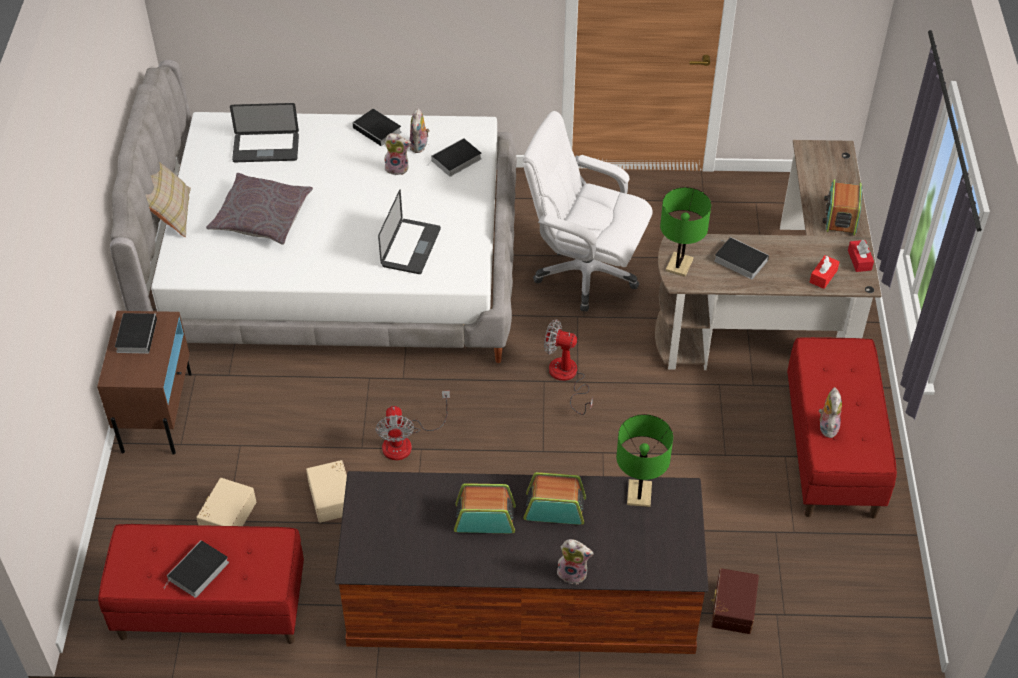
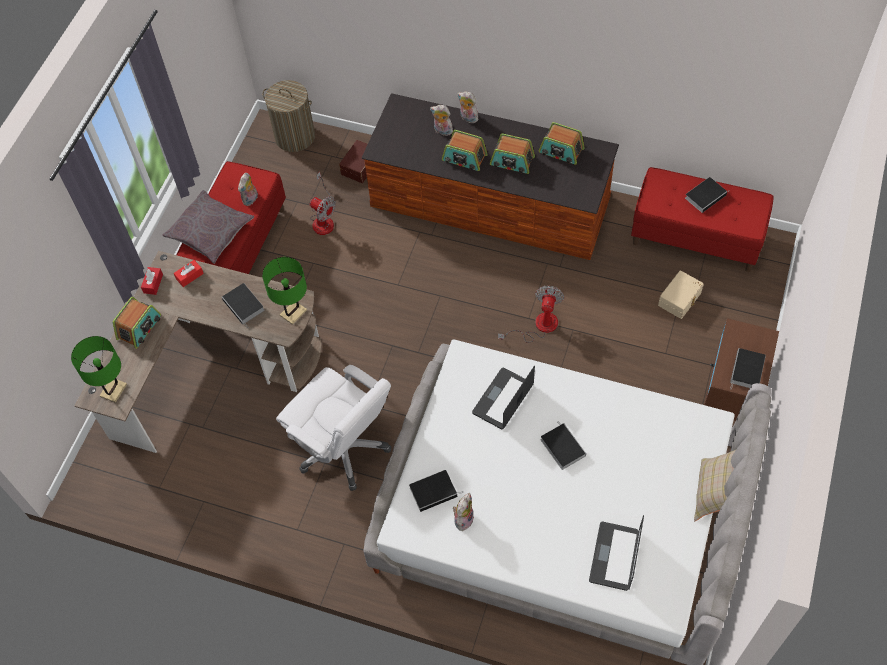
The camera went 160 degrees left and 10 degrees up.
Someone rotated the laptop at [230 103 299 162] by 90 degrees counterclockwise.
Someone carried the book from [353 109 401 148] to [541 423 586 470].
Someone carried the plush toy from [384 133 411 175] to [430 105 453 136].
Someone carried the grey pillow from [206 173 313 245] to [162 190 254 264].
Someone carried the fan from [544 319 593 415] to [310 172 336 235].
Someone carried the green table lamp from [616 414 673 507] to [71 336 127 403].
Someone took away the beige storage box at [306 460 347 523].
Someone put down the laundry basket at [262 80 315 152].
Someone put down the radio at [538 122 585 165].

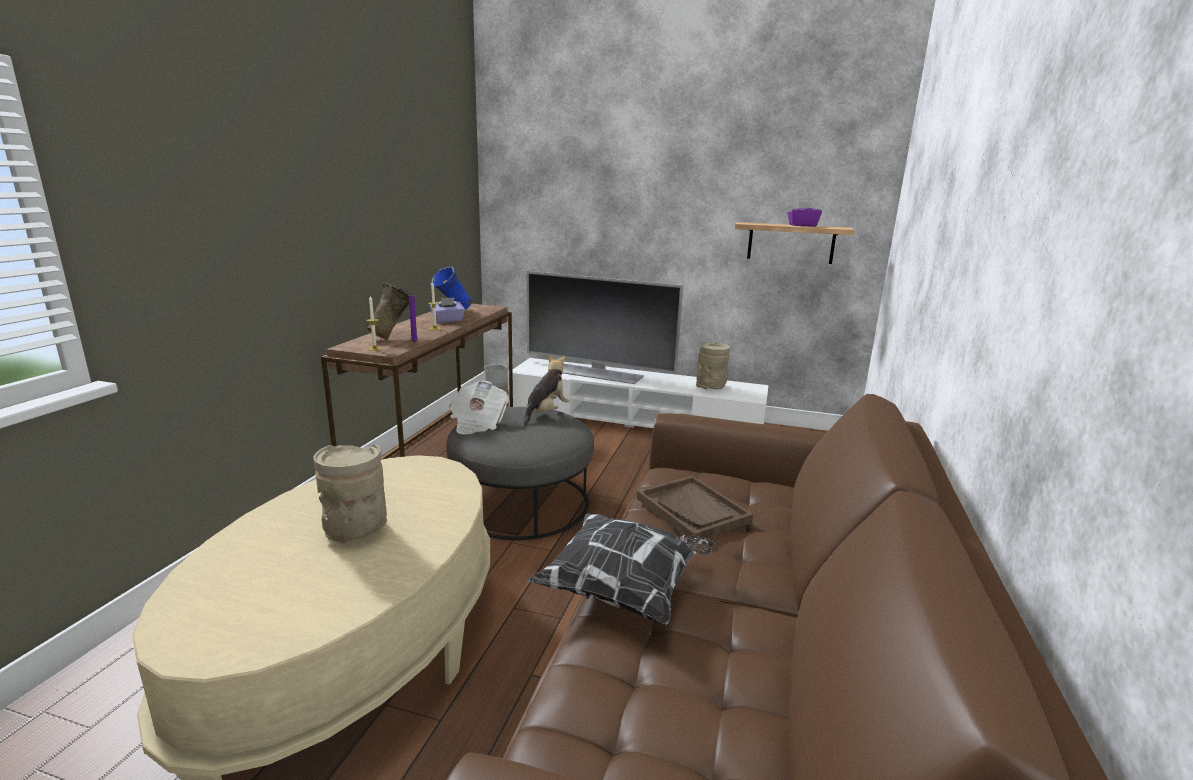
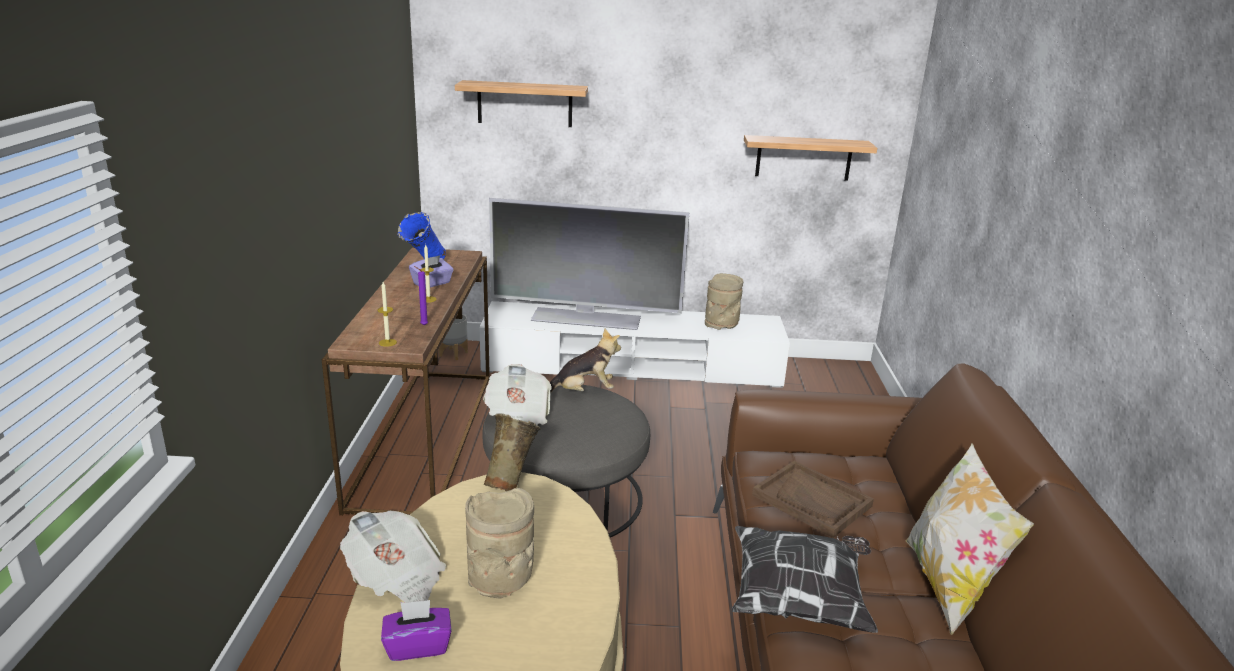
The camera went 15 degrees left and 5 degrees up.
Someone carried the purple tissue box from [787 202 822 227] to [381 600 452 661].
Someone carried the beige vase from [367 283 409 339] to [484 414 541 491].
Someone rotated the plush toy at [524 355 569 425] by 60 degrees clockwise.
Someone put up the shelf at [455 80 588 127].
Someone put down the pillow at [906 443 1034 635].
Someone put down the newspaper at [340 511 446 603].

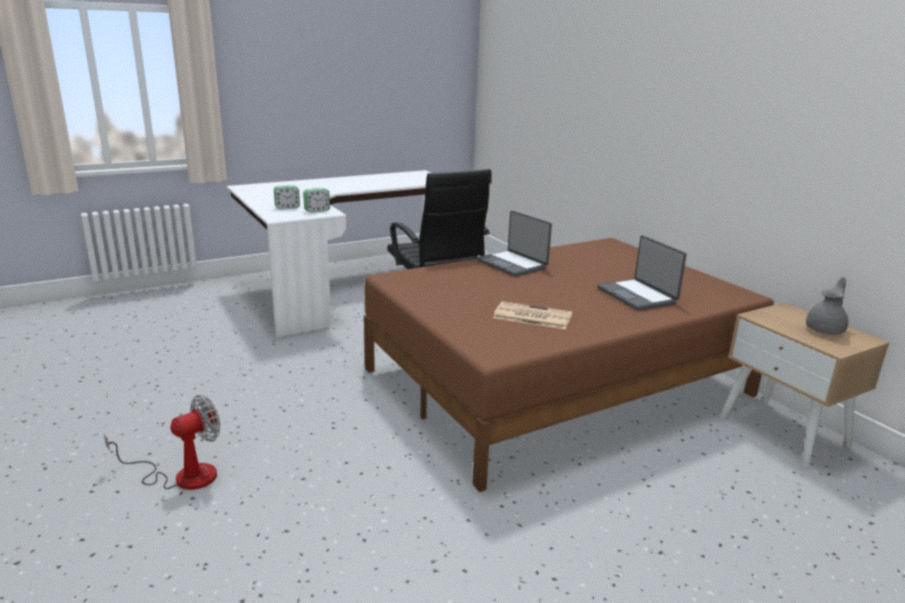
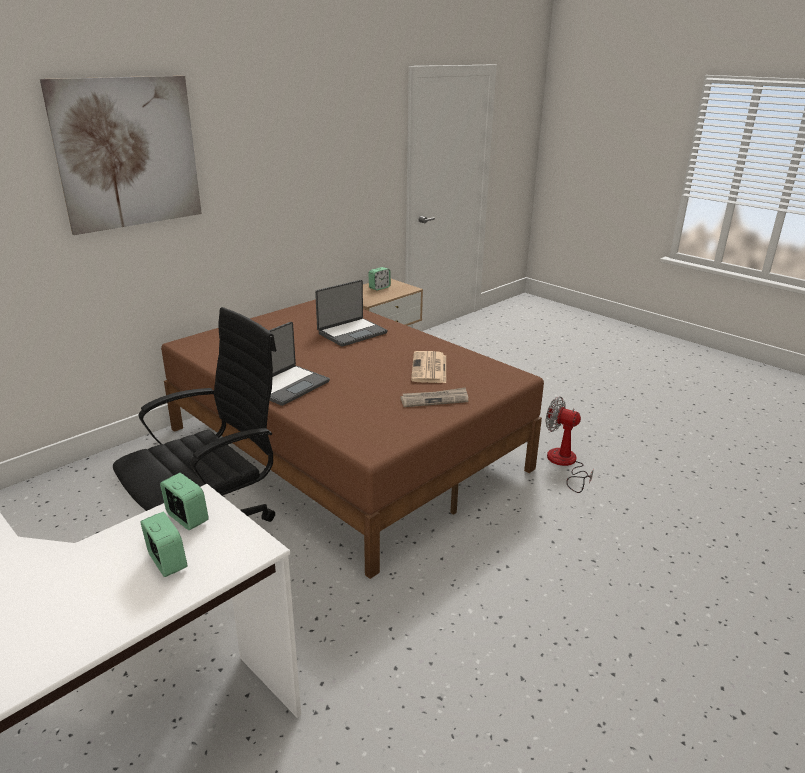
The camera went 105 degrees left and 5 degrees up.
Someone swapped the grey teapot at [806 277 848 334] for the alarm clock at [368 267 391 290].
Someone carried the fan from [104 395 220 490] to [546 397 594 493].
Someone put up the picture at [40 76 202 235].
Someone put down the newspaper at [400 387 468 407].

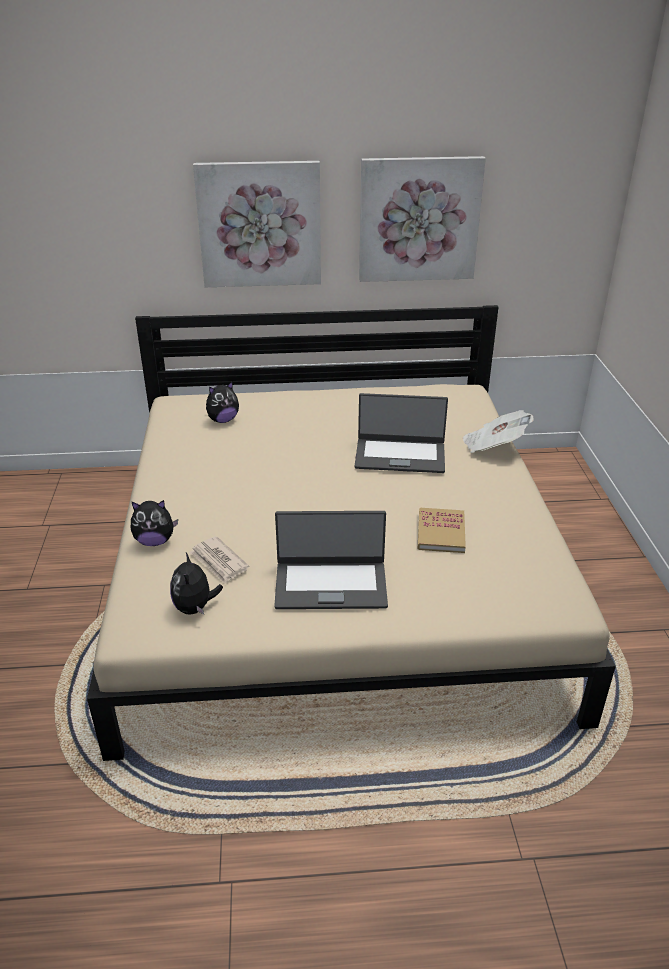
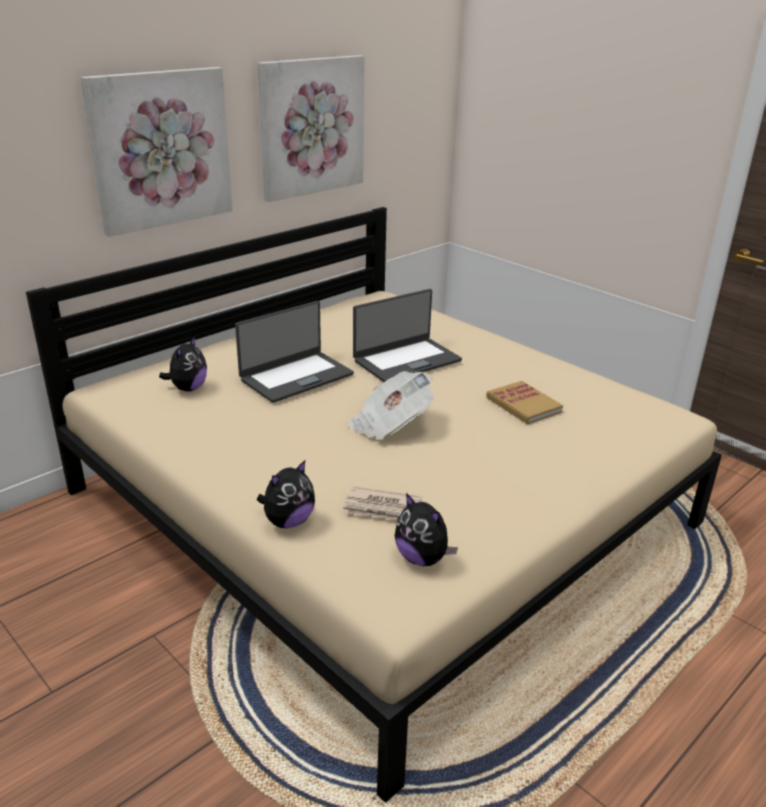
The camera went 40 degrees left and 5 degrees down.
Someone carried the newspaper from [463 410 534 453] to [348 371 434 440].
Someone carried the laptop from [274 511 388 609] to [235 301 354 403].

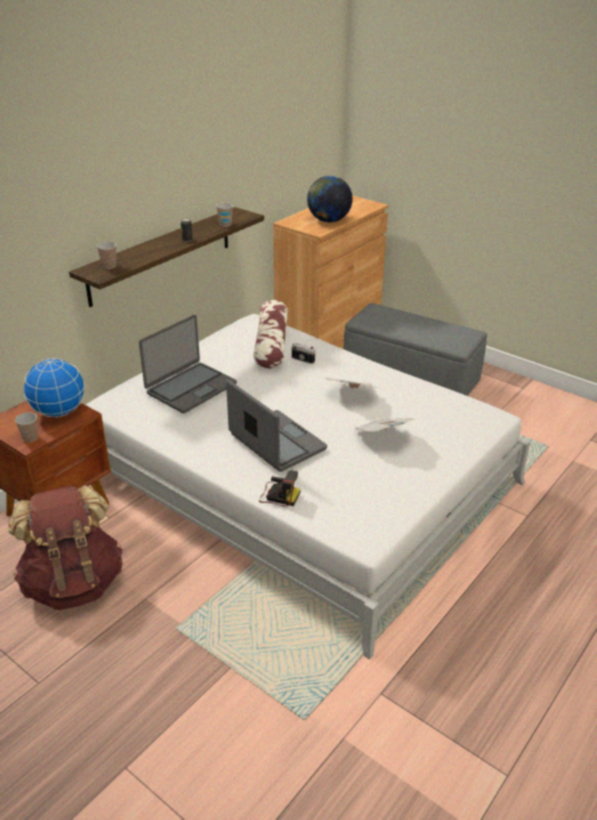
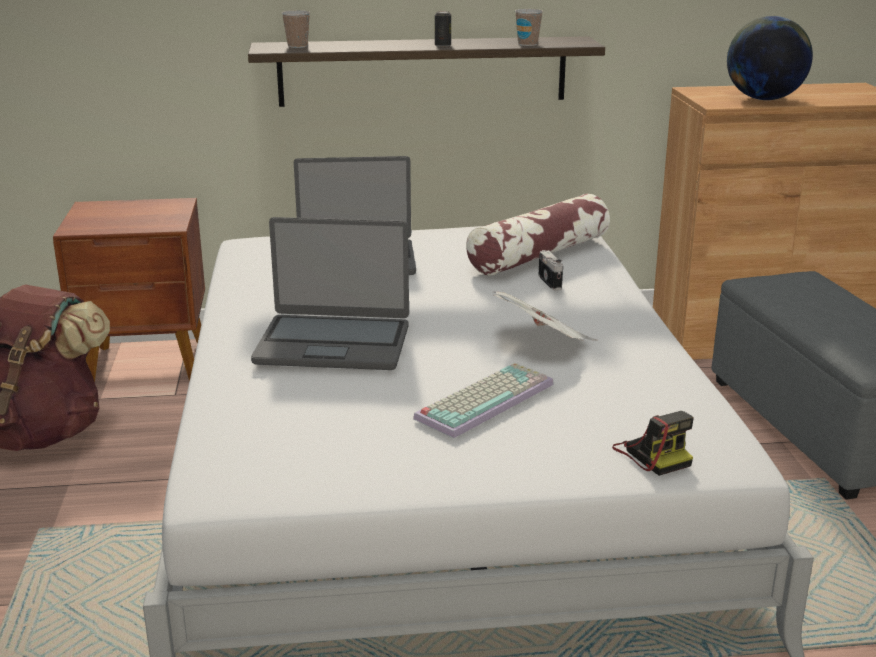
The camera went 45 degrees right and 10 degrees down.
Someone took away the globe at [23 358 85 417].
Someone rotated the laptop at [226 380 327 472] by 90 degrees clockwise.
Someone took away the cup at [15 412 38 442].
Someone swapped the newspaper at [356 418 414 432] for the keyboard at [413 363 554 438].
Someone carried the photo camera from [259 470 301 507] to [612 411 694 476].

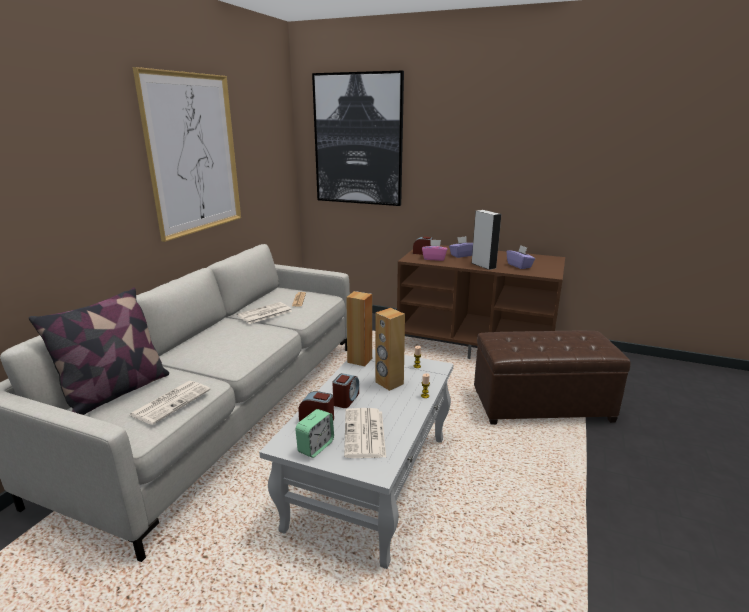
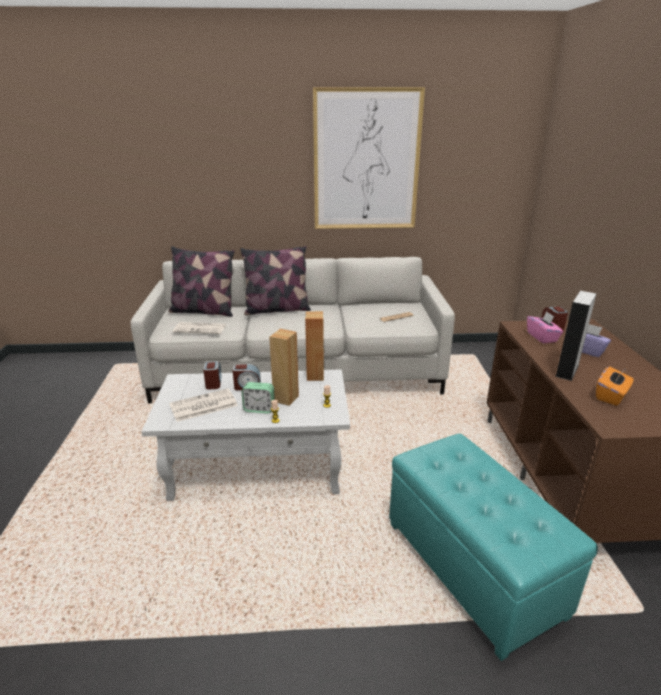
The camera went 65 degrees right and 5 degrees up.
Someone took away the picture at [312 70 404 206].
Someone repainted the purple tissue box at [507 245 535 269], which became the orange tissue box at [596 367 634 406].
Someone took away the newspaper at [237 302 292 324].
Someone repainted the brown ottoman at [474 331 630 425], which became the turquoise ottoman at [389 434 598 661].
Someone carried the alarm clock from [295 409 334 458] to [242 382 275 414].
Someone put down the pillow at [240 246 311 315].

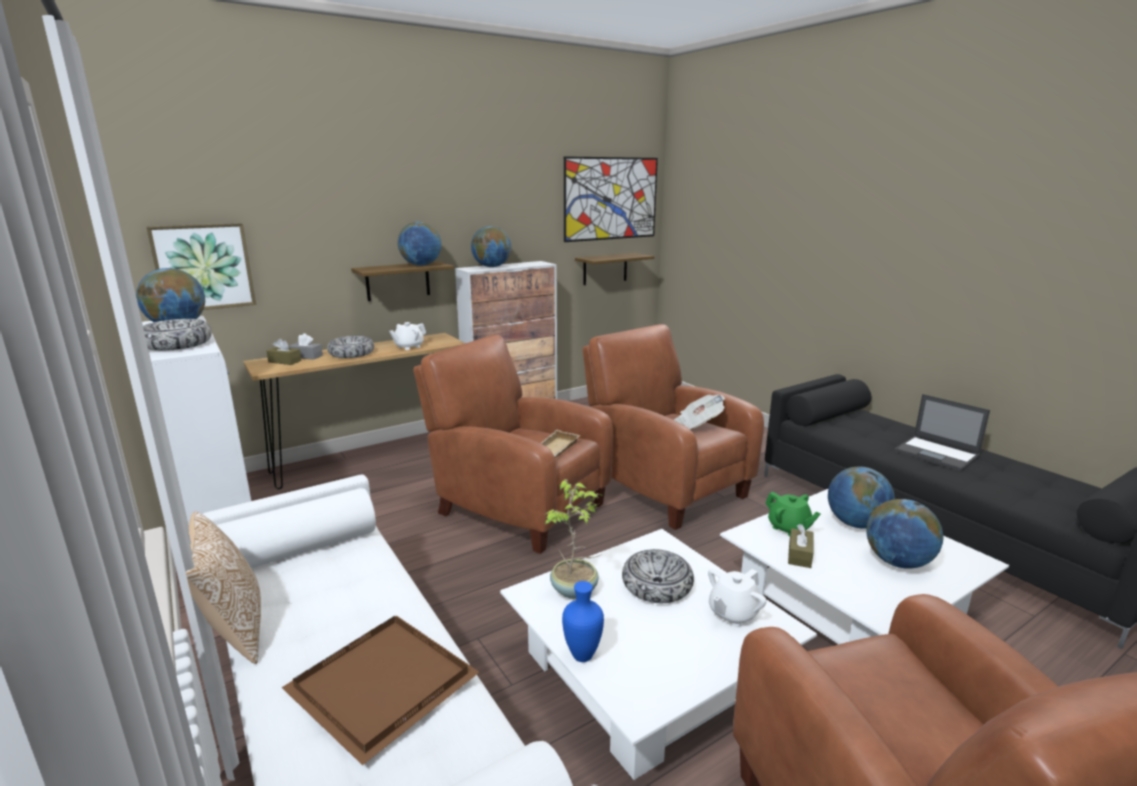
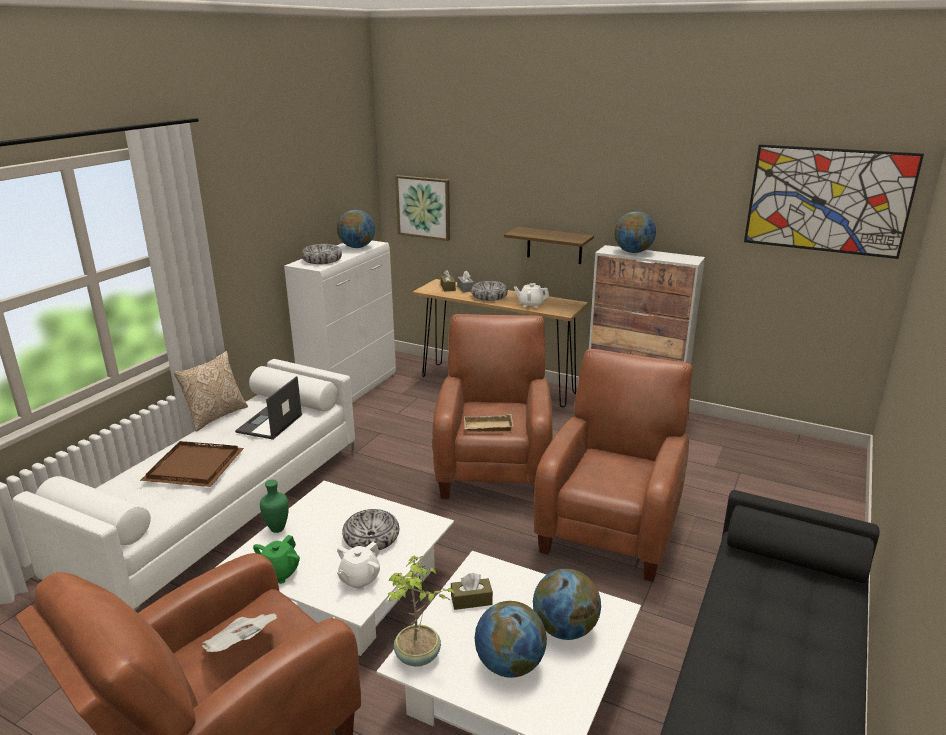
The camera went 60 degrees right and 5 degrees up.
Someone took away the globe at [398 222 442 266].
Someone took away the shelf at [575 253 655 285].
Someone carried the laptop from [894 394 990 471] to [235 376 302 440].
Someone carried the newspaper from [674 395 725 429] to [202 613 277 652].
Someone carried the potted plant from [543 479 603 599] to [387 555 456 667].
Someone carried the green teapot from [765 492 821 536] to [253 535 300 584].
Someone rotated the white teapot at [708 569 767 627] by 75 degrees counterclockwise.
Someone repainted the blue vase at [562 581 604 662], which became the green vase at [260 480 289 533].

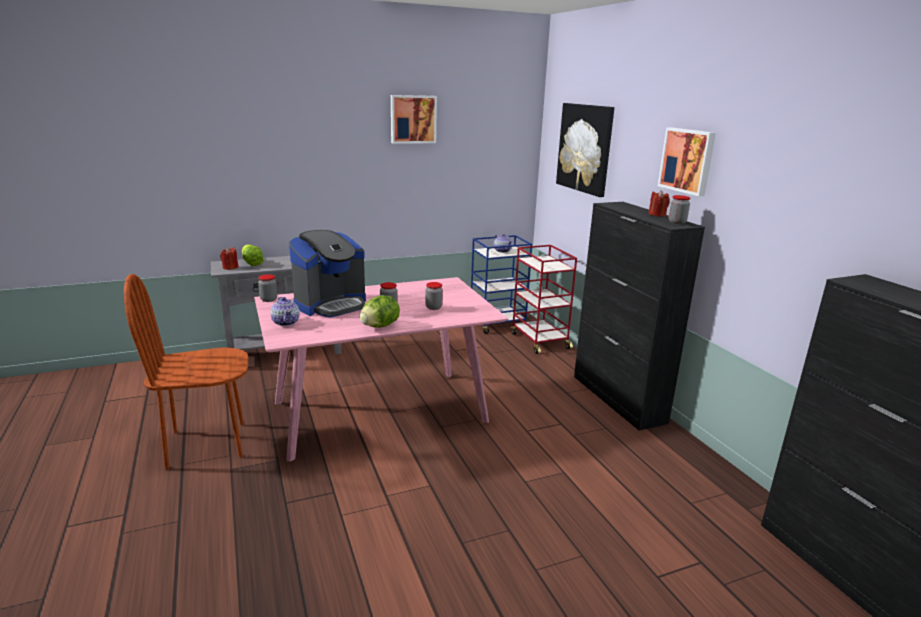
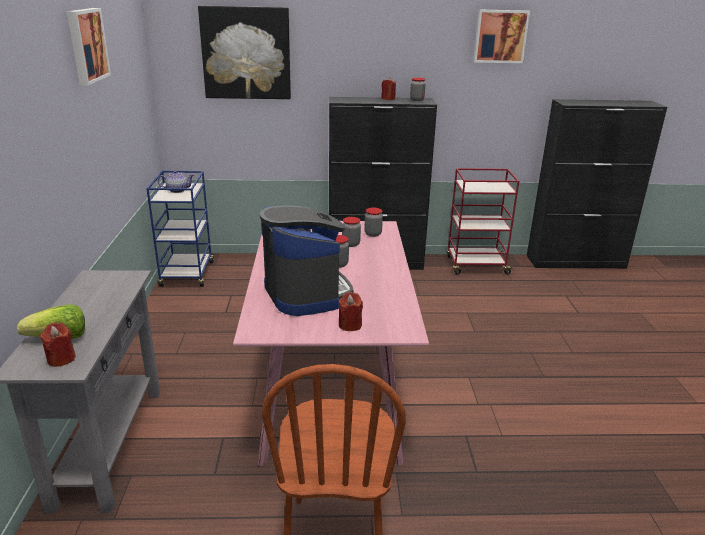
The camera went 70 degrees left and 5 degrees up.
Someone carried the picture from [658 128 716 196] to [473 9 530 63].
Someone carried the red cart from [511 245 577 354] to [446 168 519 275].
Someone carried the jar from [258 274 277 302] to [364 208 383 237].
Someone took away the lettuce at [360 295 400 328].
Someone swapped the teapot at [271 297 300 326] for the red candle at [338 292 363 331].

